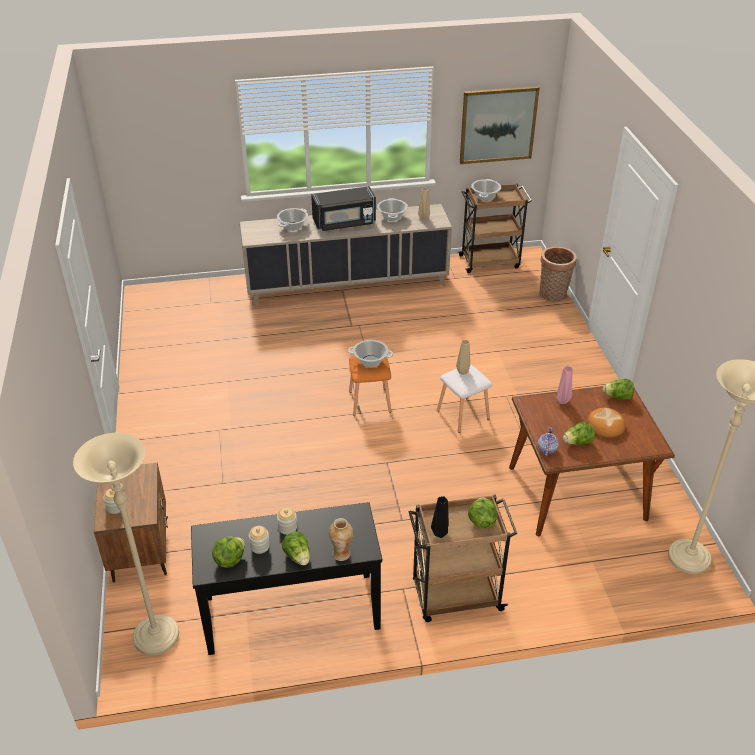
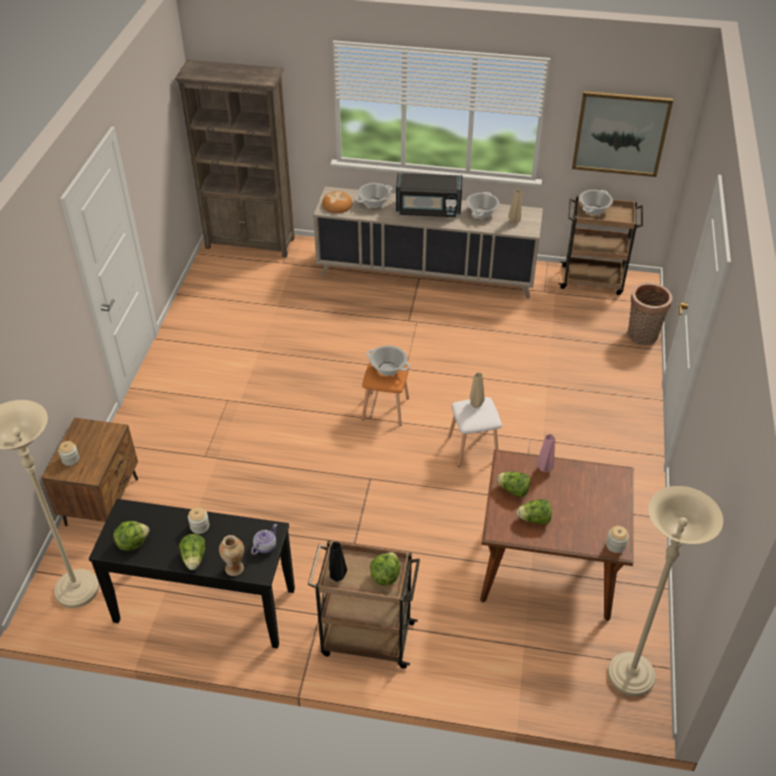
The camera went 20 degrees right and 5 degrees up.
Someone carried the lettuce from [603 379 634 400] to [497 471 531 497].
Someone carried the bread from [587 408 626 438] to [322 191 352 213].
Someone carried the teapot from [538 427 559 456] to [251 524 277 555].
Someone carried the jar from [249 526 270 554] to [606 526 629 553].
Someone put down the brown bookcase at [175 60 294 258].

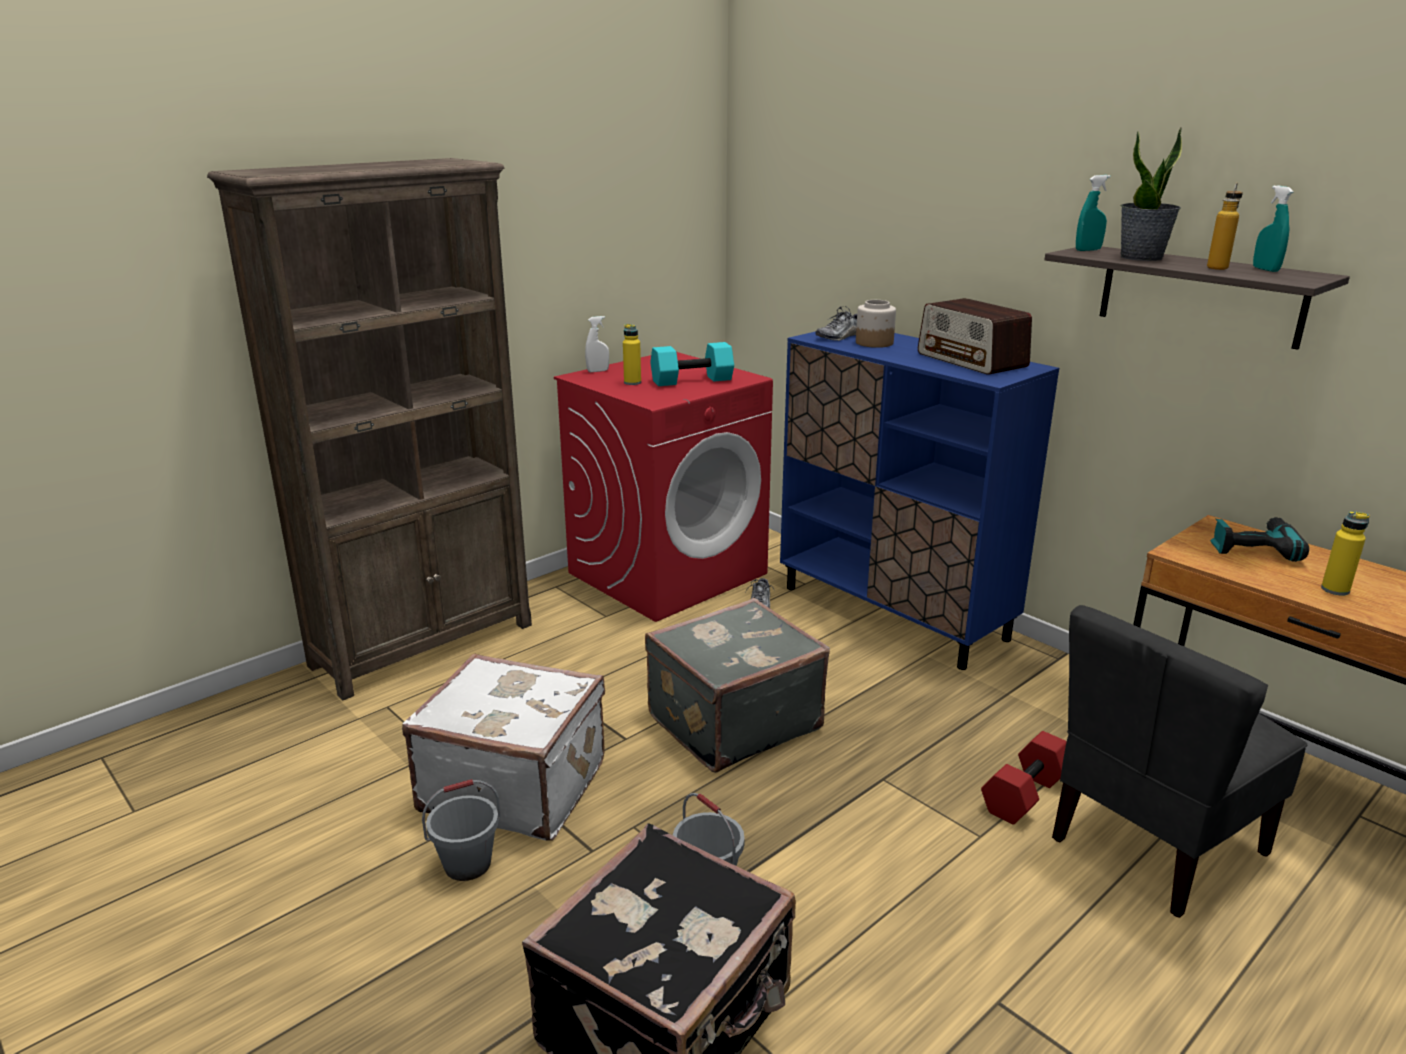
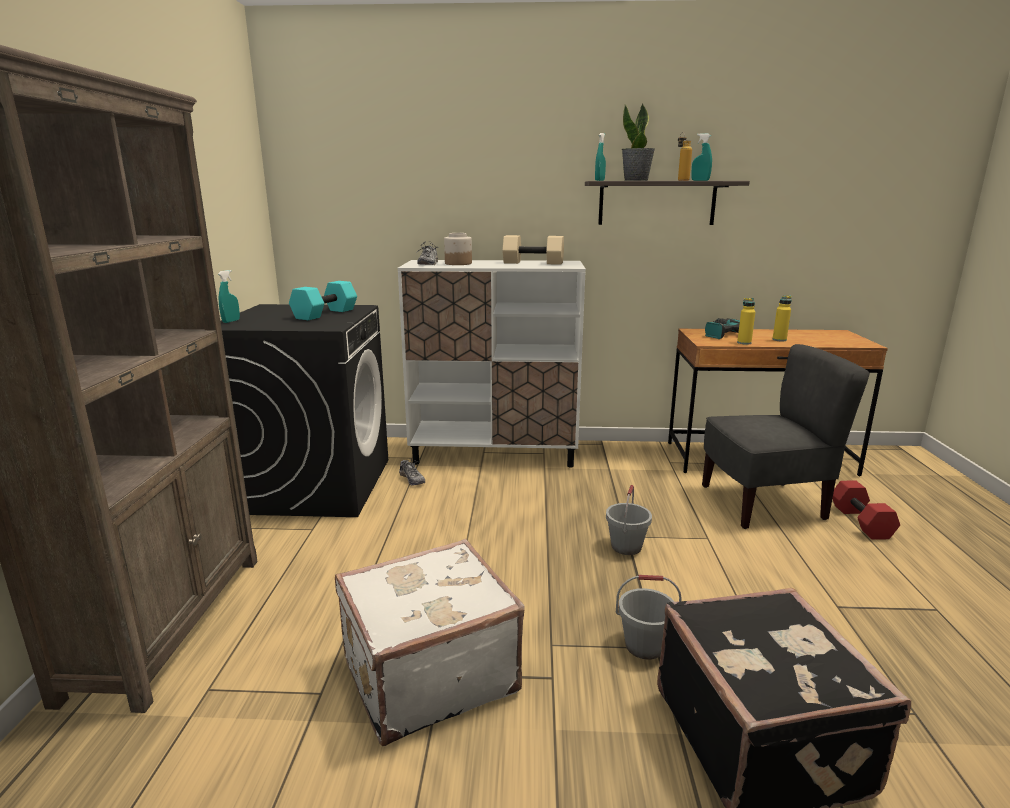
The camera went 45 degrees left and 5 degrees down.
Someone swapped the radio at [918 298 1032 375] for the beige dumbbell at [502 235 564 265].
Someone repainted the white spray bottle at [585 316 609 372], which became the turquoise spray bottle at [218 270 240 323].
Someone carried the yellow bottle from [623 324 641 385] to [737 298 755 345].
Someone repainted the blue cabinet at [780 331 1059 670], which became the white cabinet at [398 260 586 468].
Someone repainted the red washing machine at [554 352 773 622], which became the black washing machine at [220 304 388 517].
Someone took away the grey suitcase at [645 598 830 773].
Someone rotated the grey chair at [1052 605 1307 918] by 105 degrees counterclockwise.
Someone carried the red dumbbell from [981 731 1067 825] to [832 481 900 540].
Someone carried the grey bucket from [422 779 501 881] to [606 485 652 555].

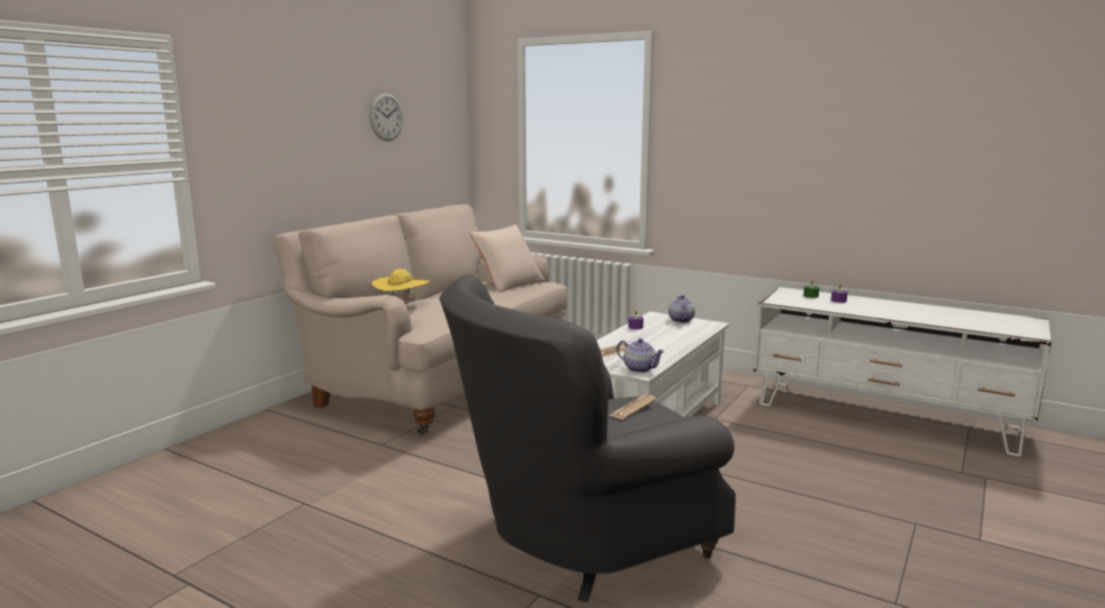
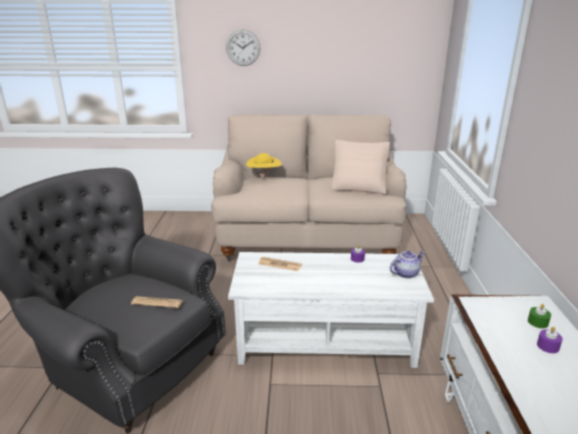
The camera went 60 degrees right and 10 degrees up.
Someone carried the wall clock from [370 93 403 141] to [226 29 260 66].
Someone took away the teapot at [617 338 665 373].

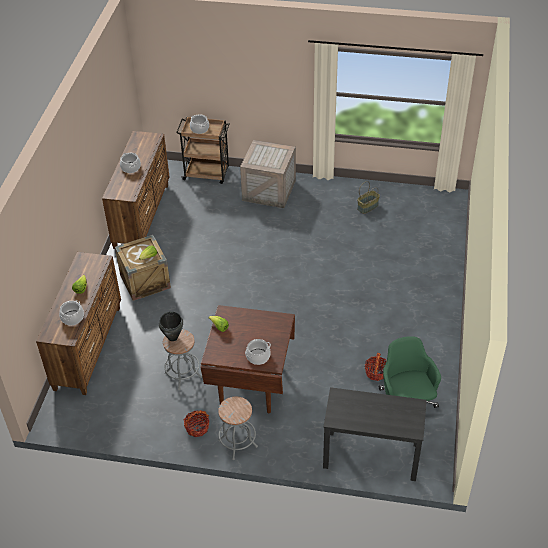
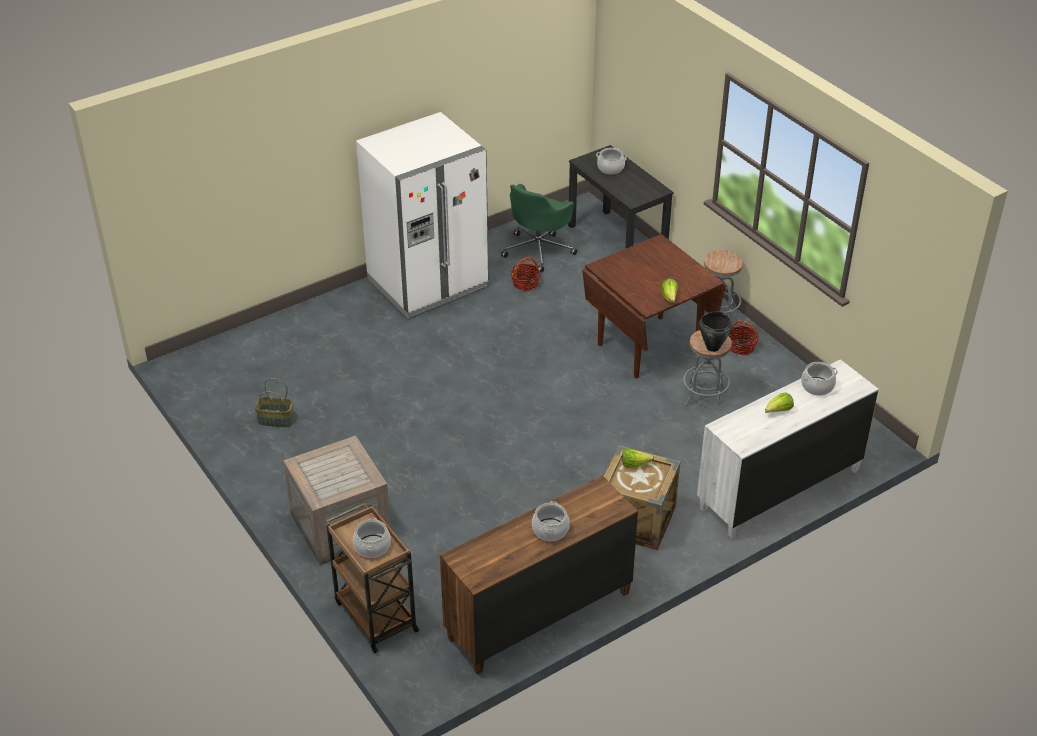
The camera went 135 degrees left and 5 degrees down.
Someone repainted the brown dresser at [36 252 121 395], which became the white dresser at [697 359 879 539].
Someone carried the cooking pot from [245 339 271 365] to [596 148 627 174].
Someone put down the white fridge at [356 112 489 318].

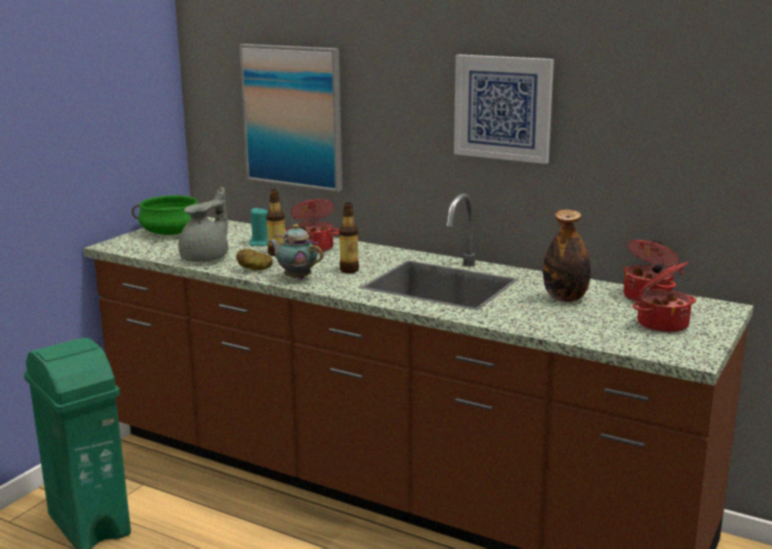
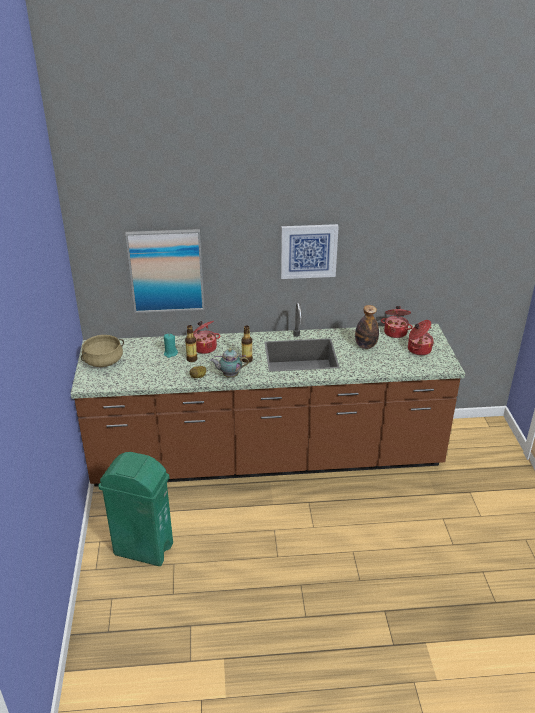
The camera went 35 degrees left and 15 degrees up.
Someone took away the grey teapot at [178 187 228 262].
Someone repainted the green cooking pot at [132 195 200 235], which became the beige cooking pot at [81 335 124 367].

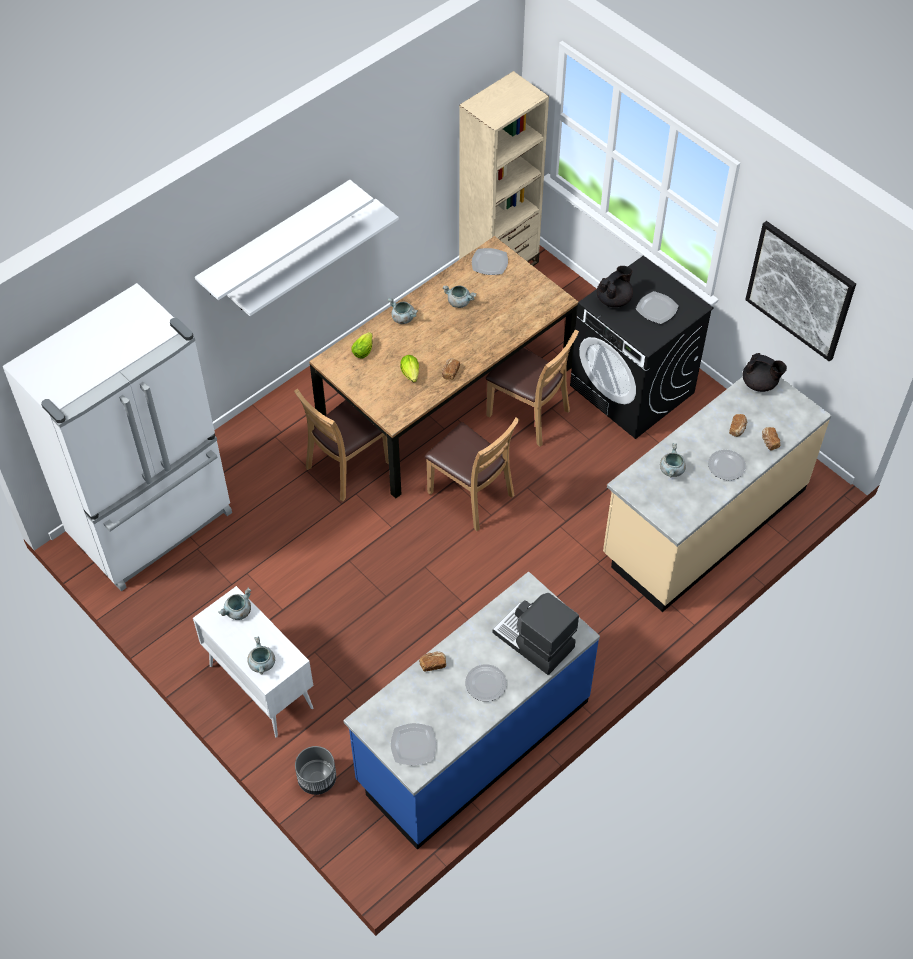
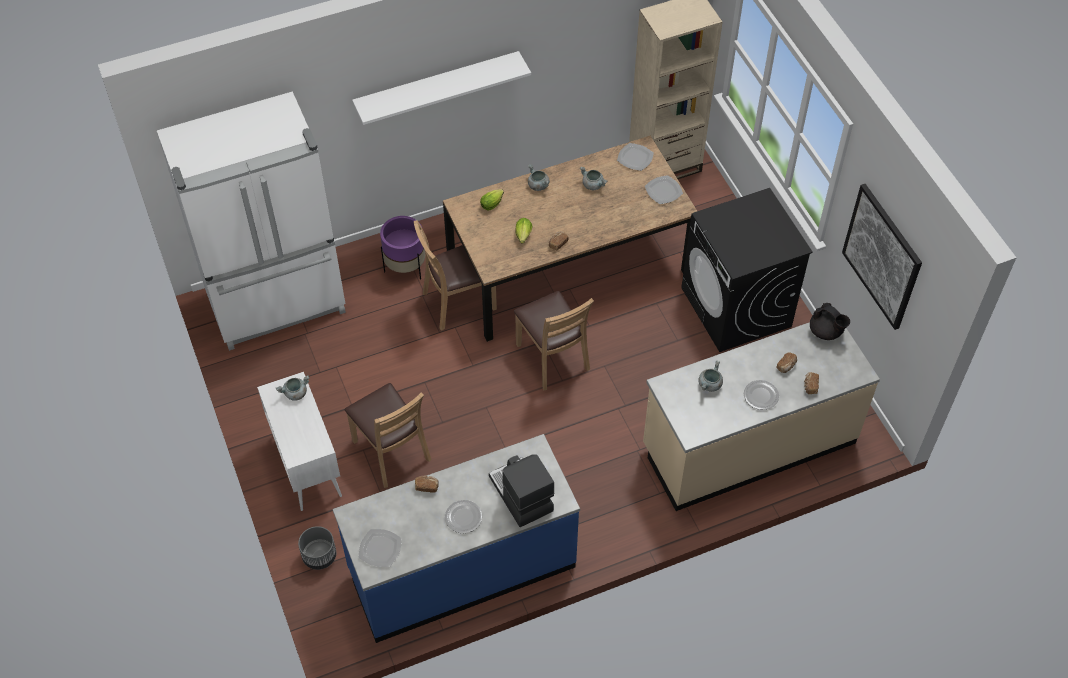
The camera went 20 degrees right and 0 degrees up.
Someone took away the white shelf at [227 199 399 316].
Someone took away the black teapot at [597 266 633 307].
Someone carried the plate from [636 291 679 324] to [645 175 683 204].
Someone carried the brown chair from [486 330 579 447] to [345 383 432 488].
Someone took away the grey cooking pot at [247 637 275 675].
Someone put down the purple planter at [380 216 425 280].

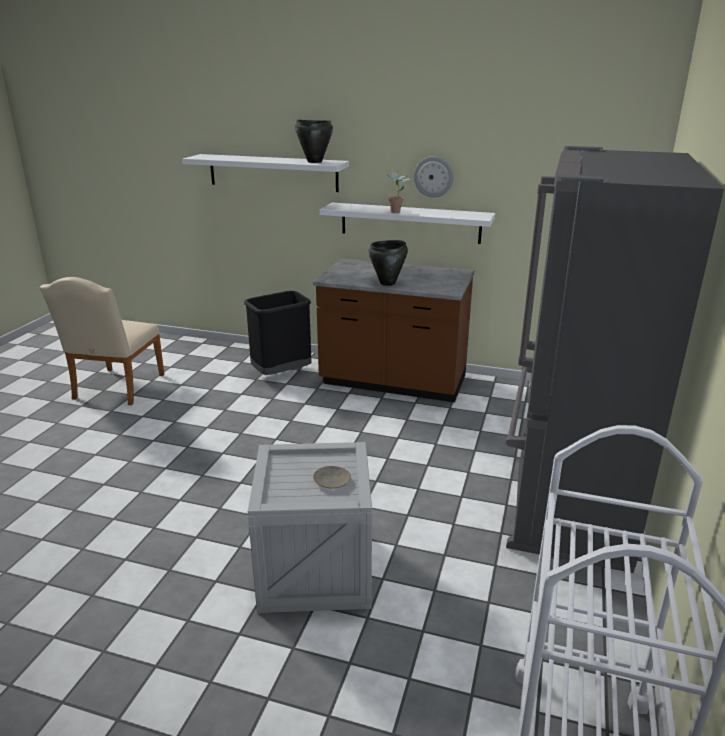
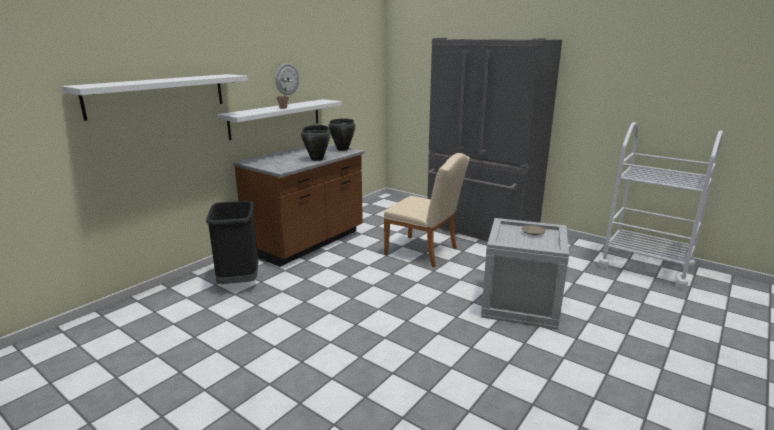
The camera went 70 degrees left and 5 degrees down.
Someone carried the black cooking pot from [295 120 333 163] to [328 118 356 151].
Someone carried the beige chair from [40 277 164 405] to [384 153 470 267].

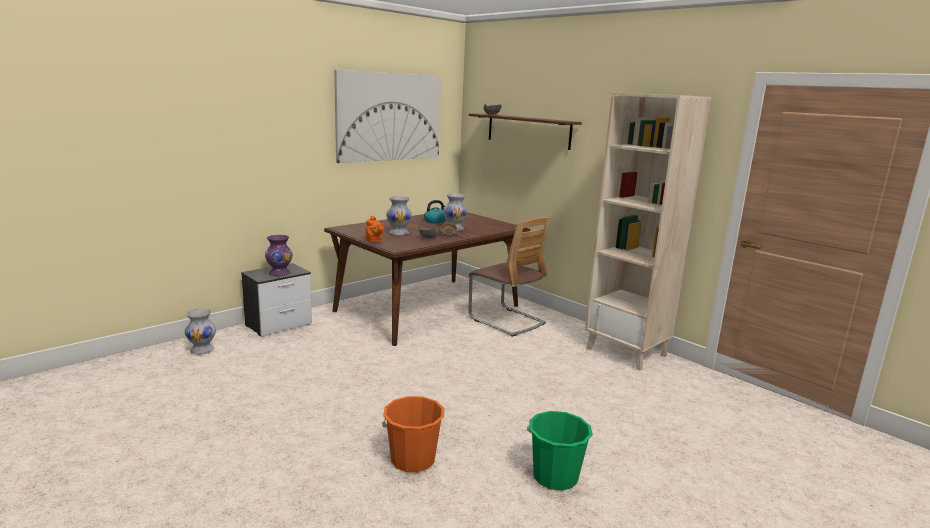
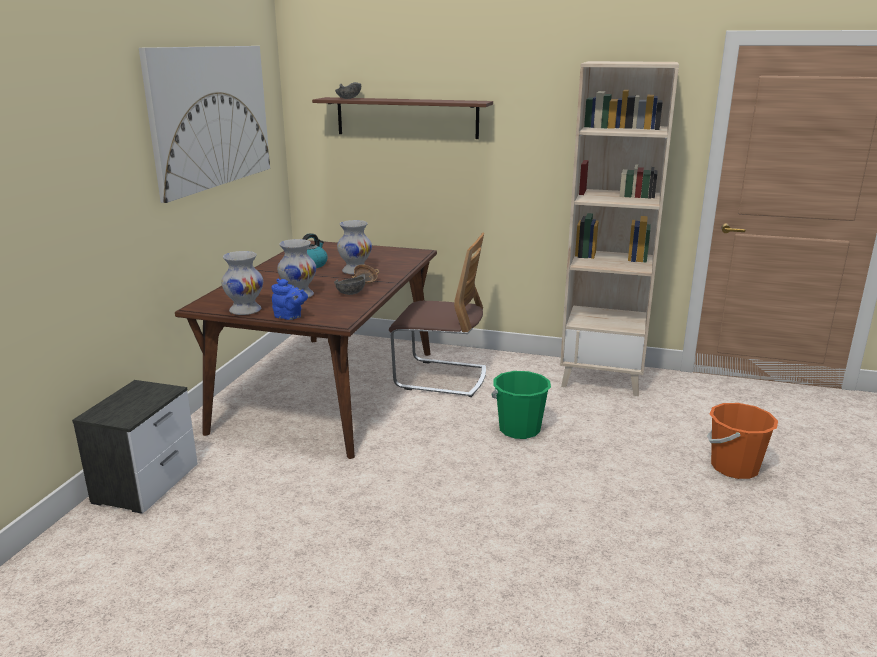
The camera went 30 degrees left and 5 degrees up.
Someone repainted the orange teapot at [365 216 384 243], which became the blue teapot at [271 279 308 320].
Someone took away the purple vase at [265 235 293 276].
Someone carried the white vase from [185 308 216 354] to [221 251 263 315].
Someone carried the orange bucket from [382 396 444 472] to [707 403 778 479].
Someone carried the green bucket from [527 411 593 491] to [492 371 551 439].

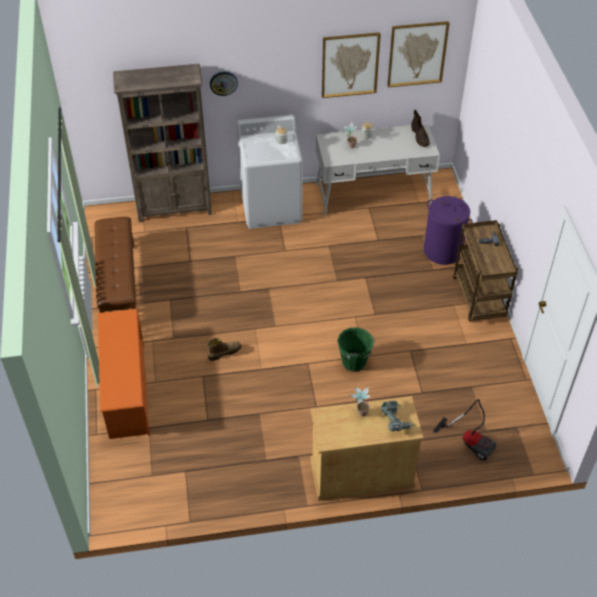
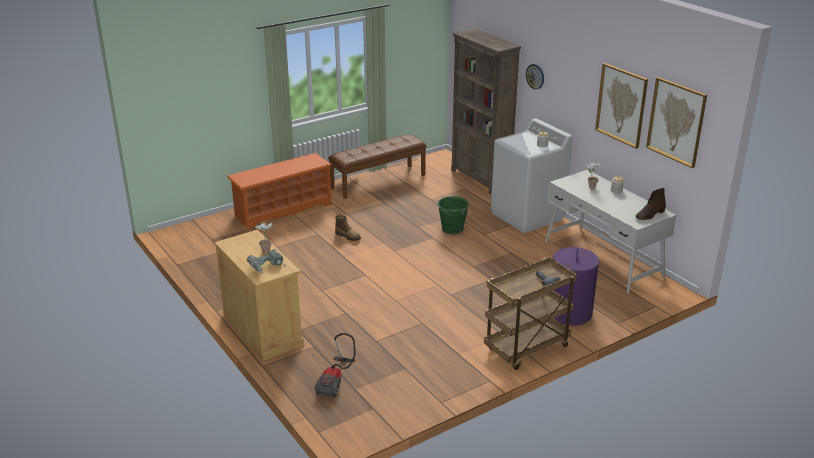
The camera went 65 degrees right and 20 degrees down.
Someone carried the green bucket from [337 327 375 372] to [436 196 469 234].

